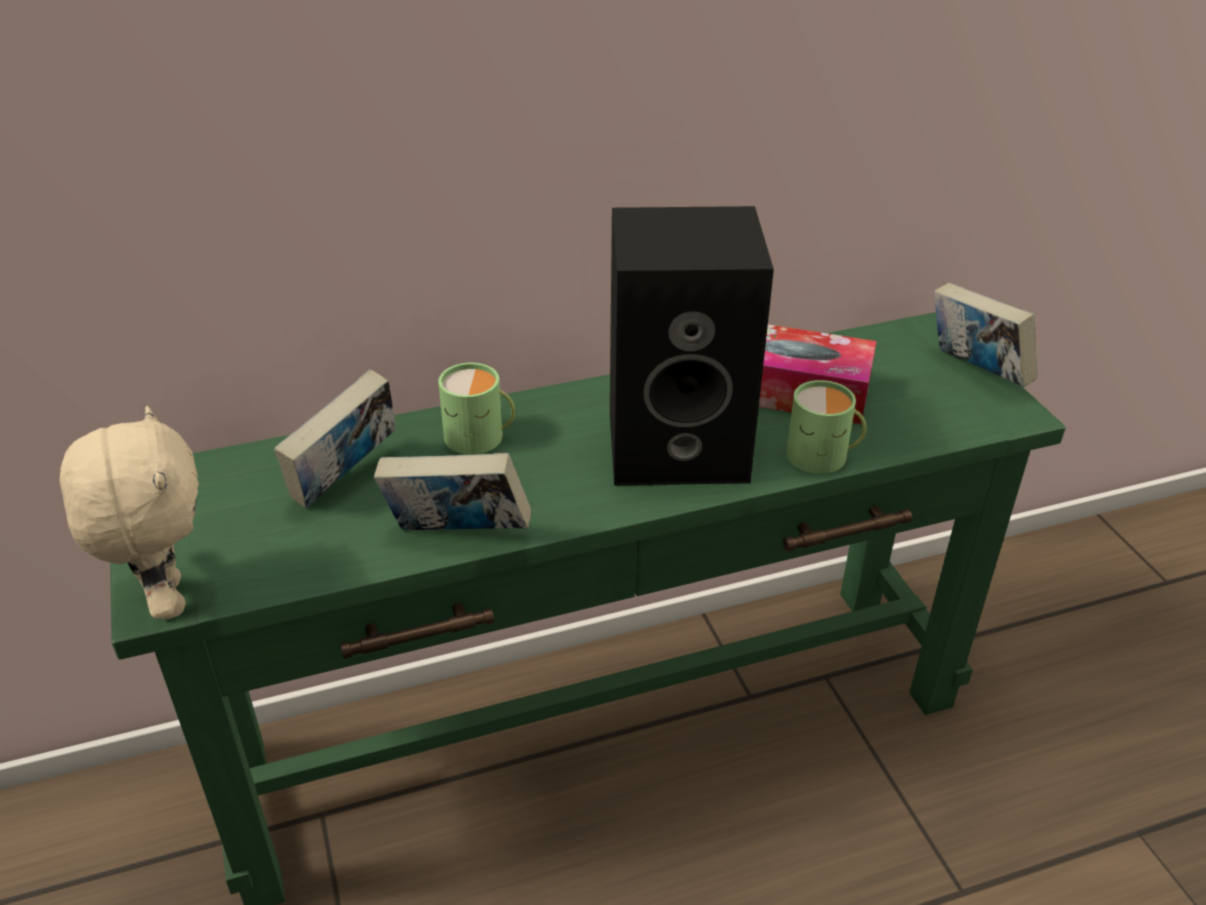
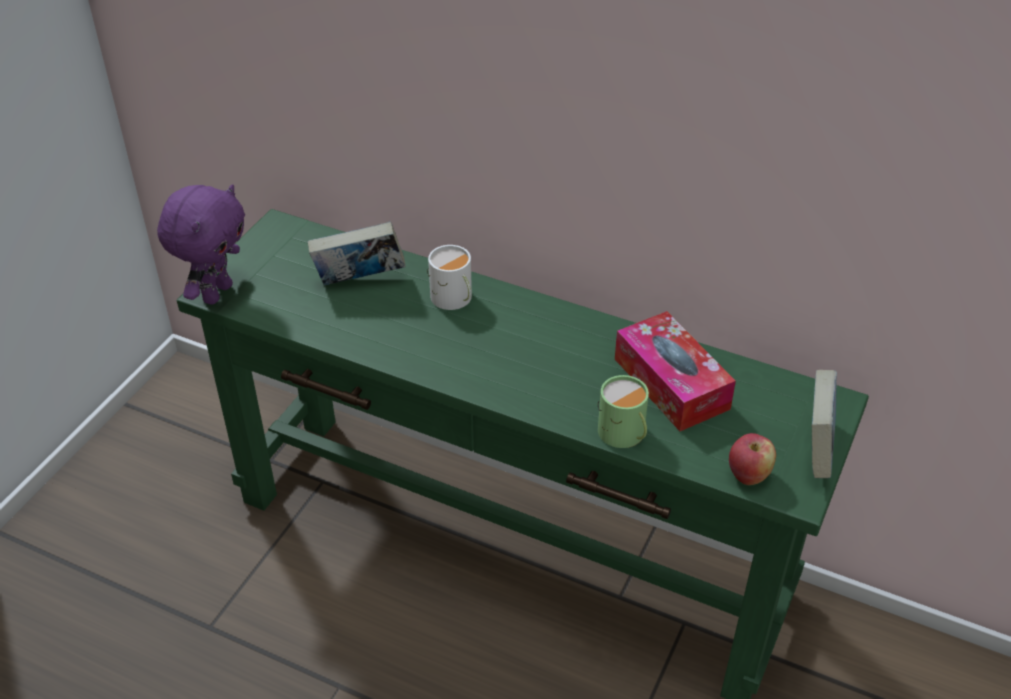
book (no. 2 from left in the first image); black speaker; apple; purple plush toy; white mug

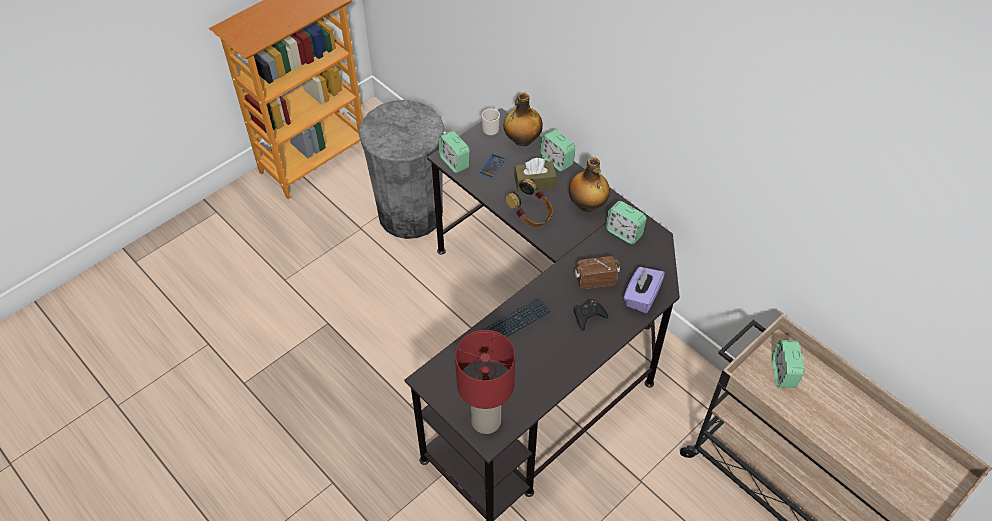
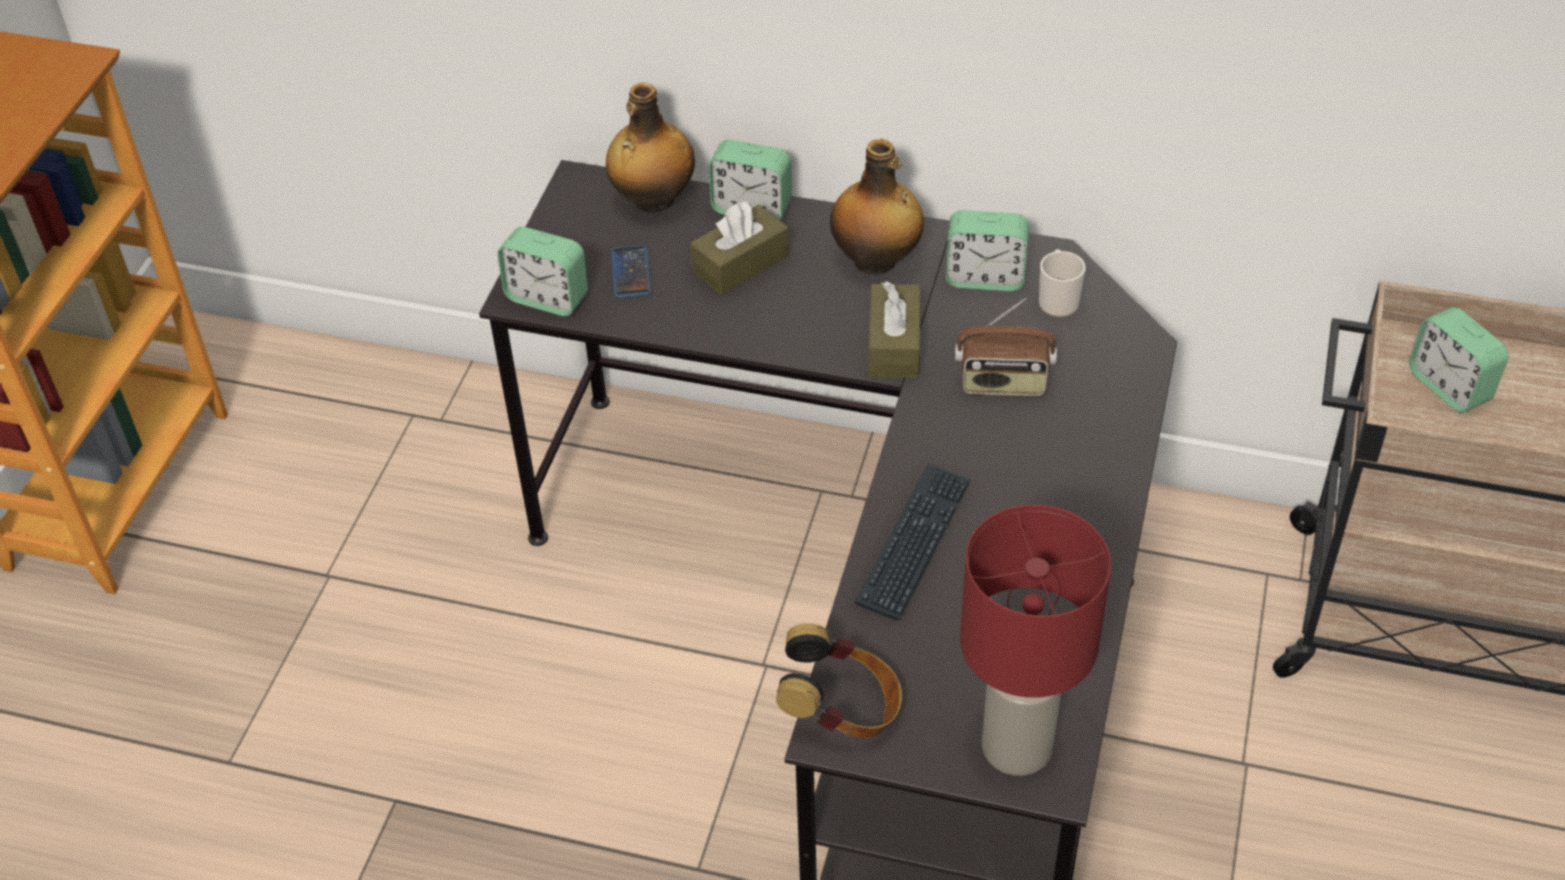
grey trash can; black game controller; purple tissue box; brown tissue box (no. 2 from left); mug; headphones; radio

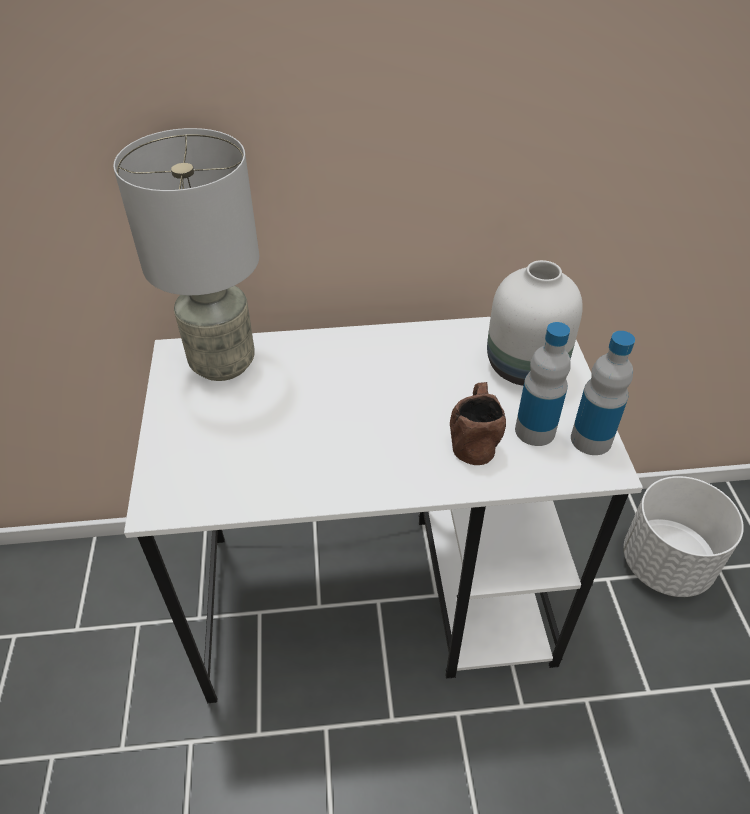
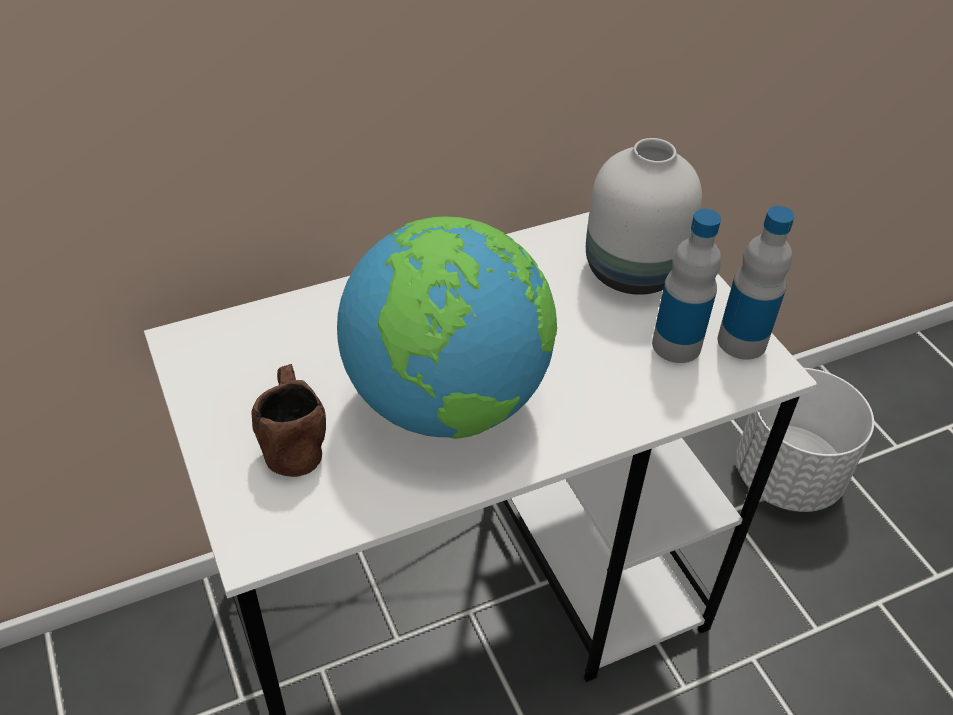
grey table lamp; globe; brown mug

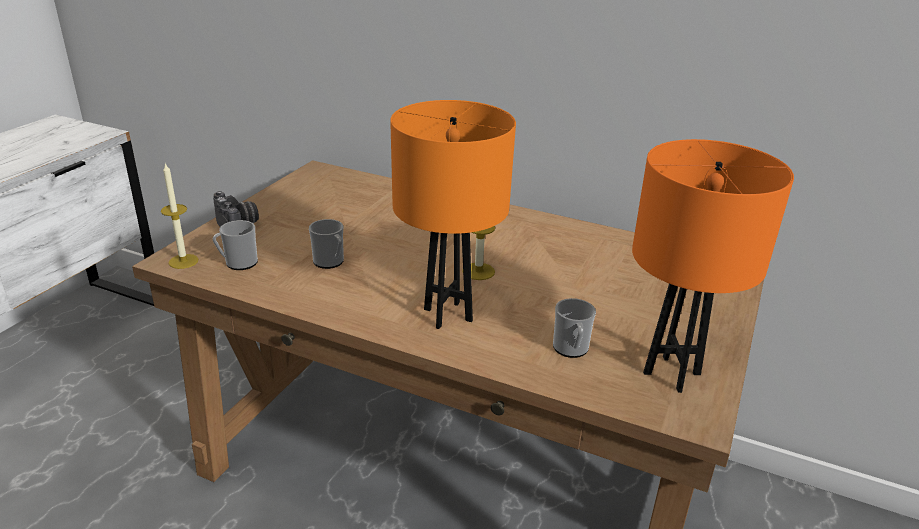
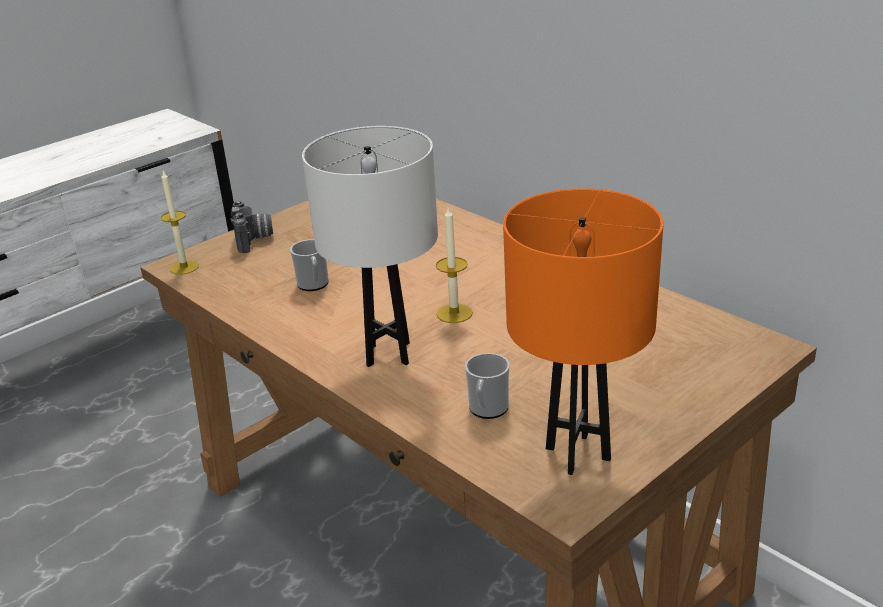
mug (no. 1 from left in the first image); white table lamp

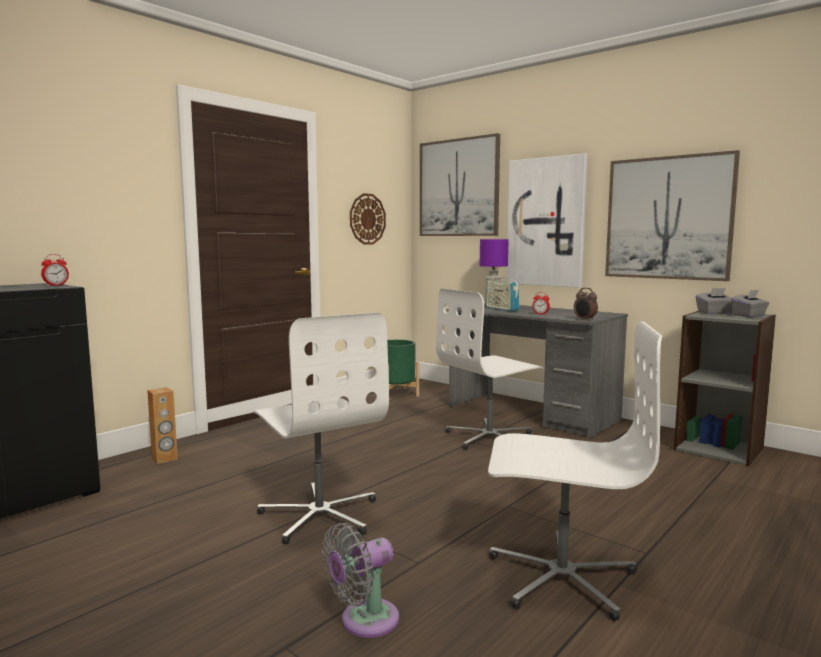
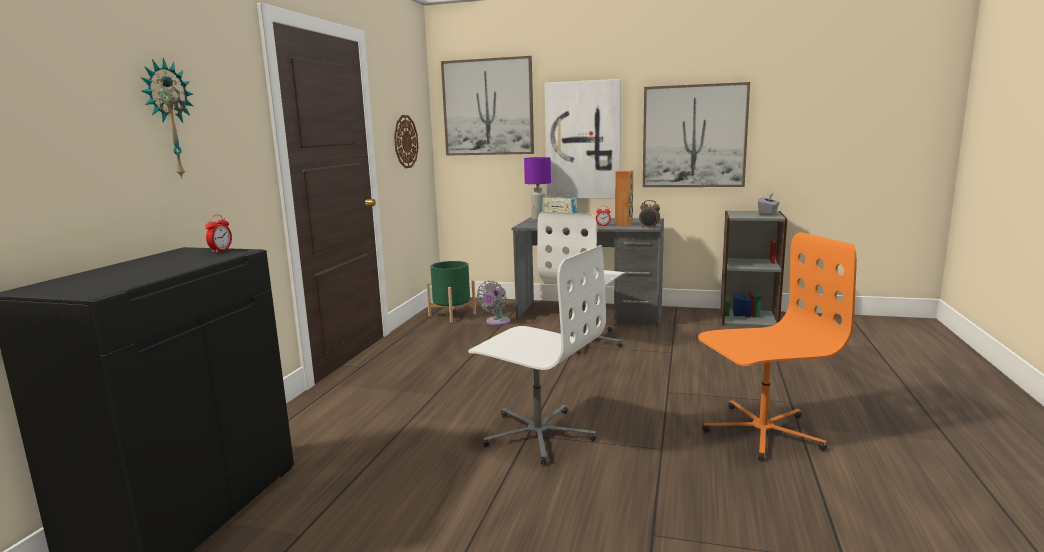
grey tissue box (no. 1 from left in the first image); wall clock (no. 1 from left); brown speaker; grey fan; orange office chair

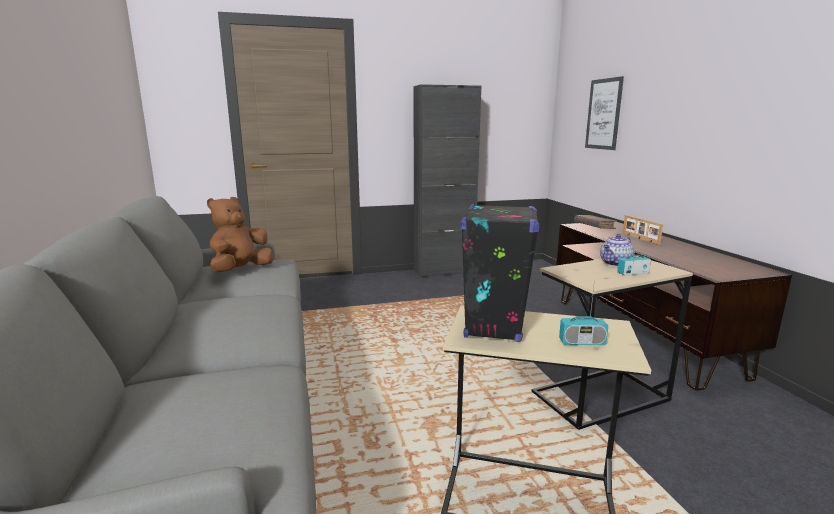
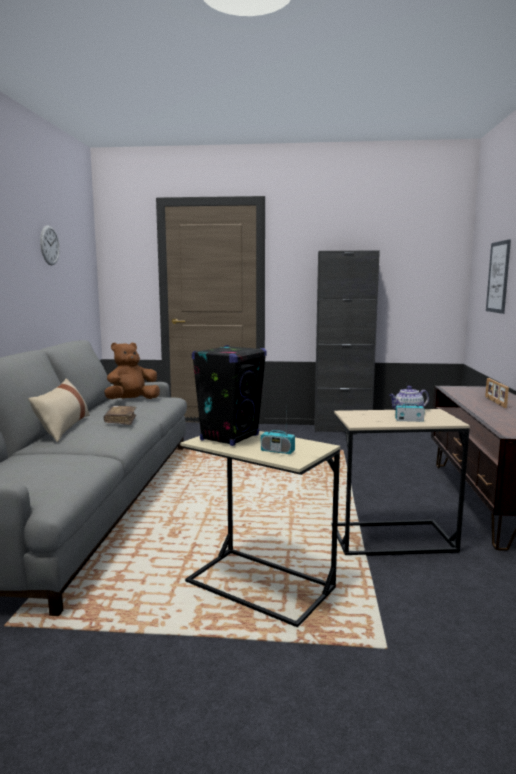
beige pillow; wall clock; brown book

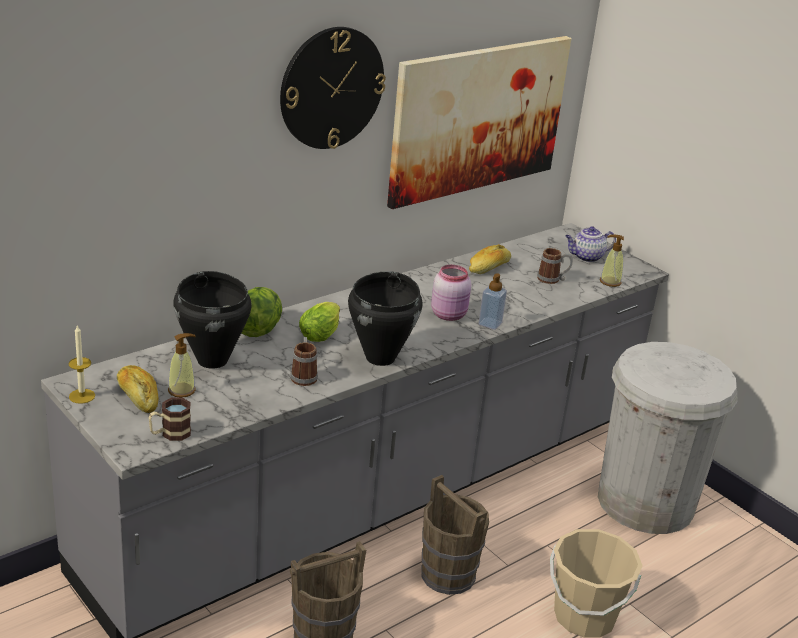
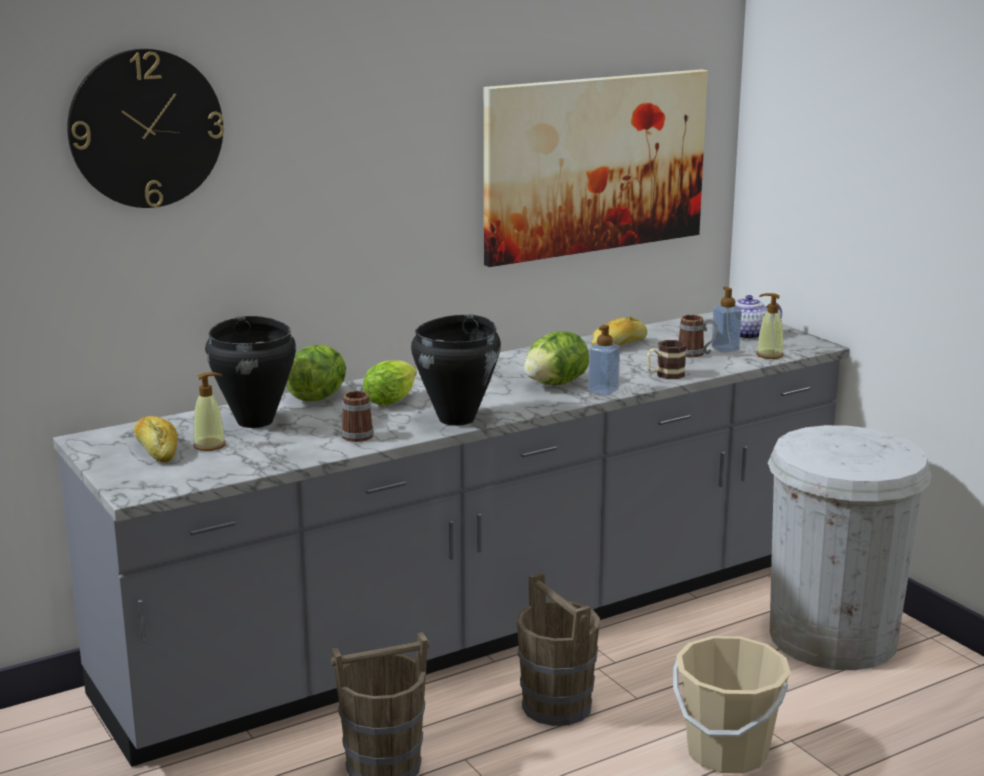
candle; soap dispenser (no. 3 from left); mug (no. 2 from left); wall clock; lettuce (no. 3 from left)

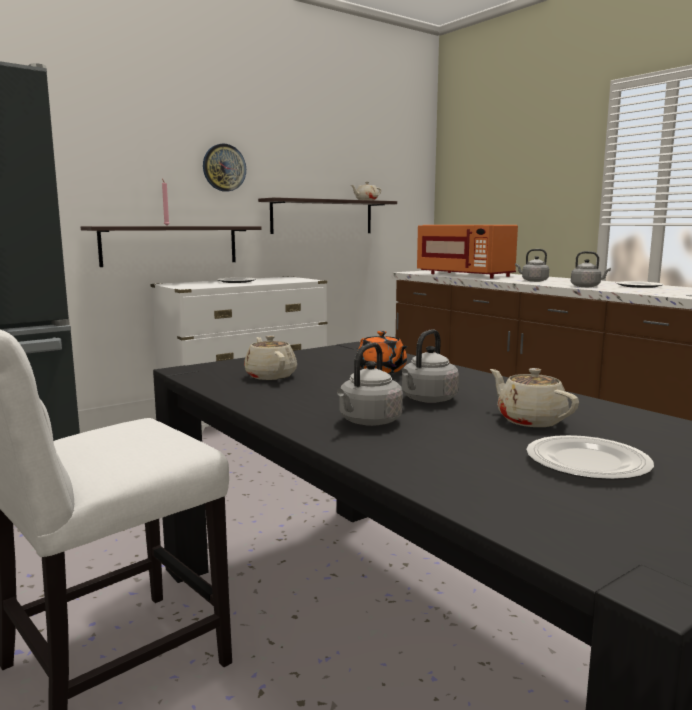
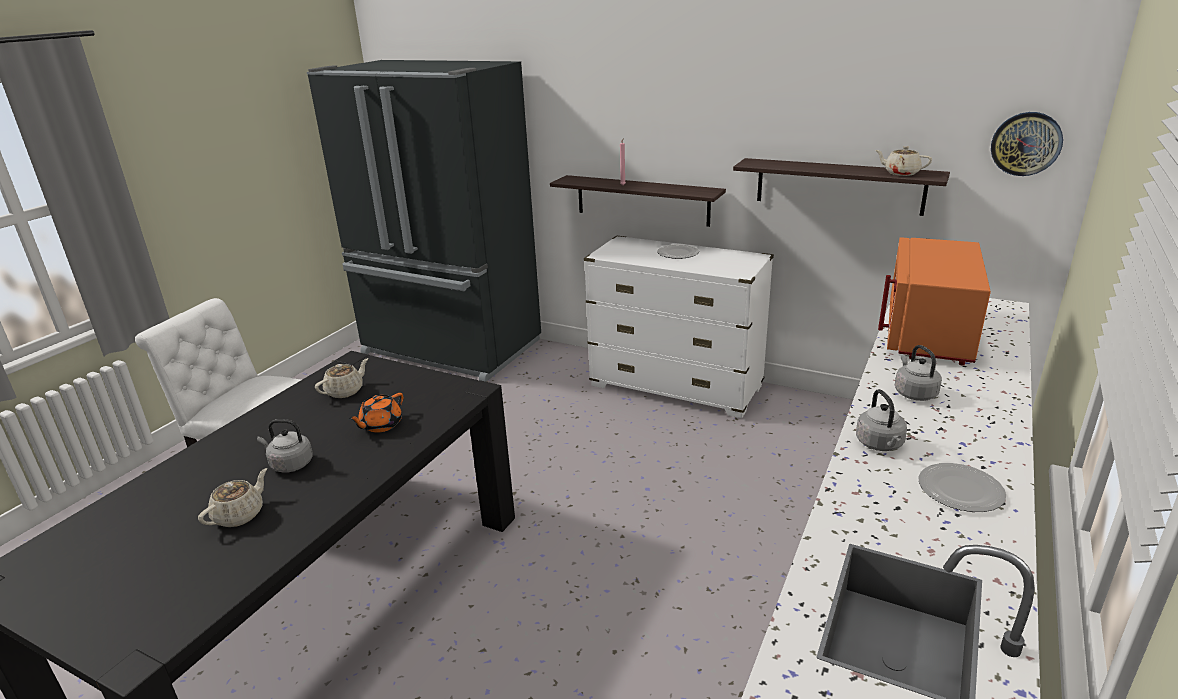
grey kettle (no. 1 from left in the first image); plate (no. 2 from left in the first image); wall clock

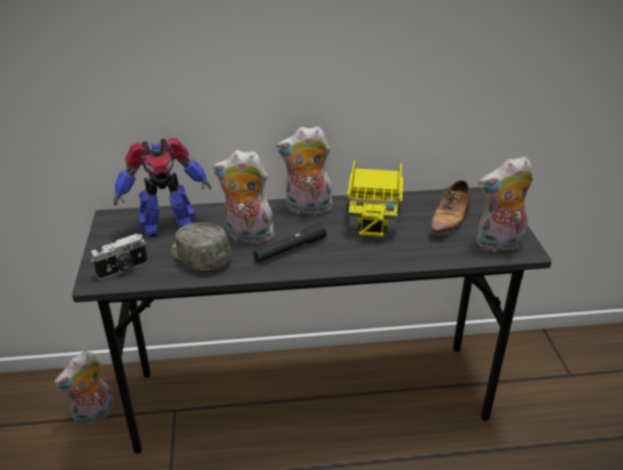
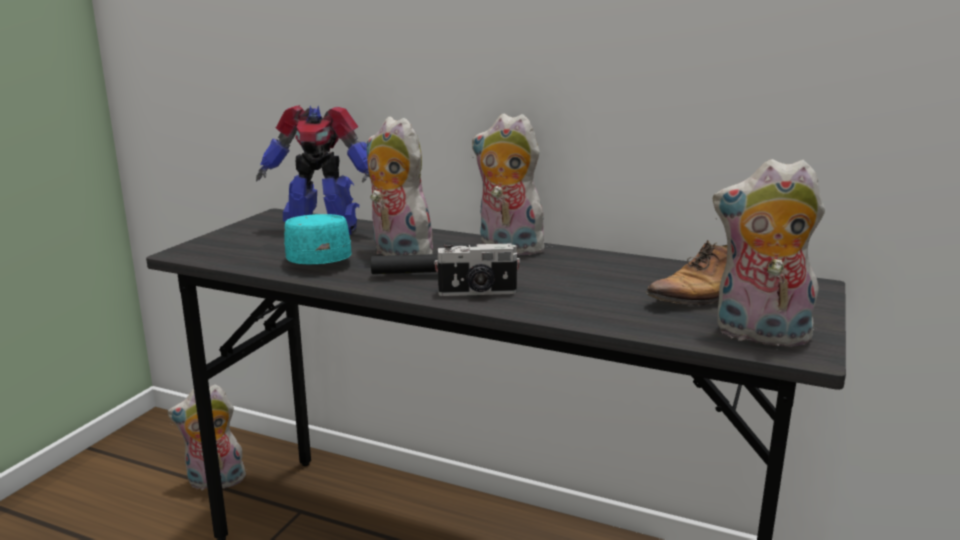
toy truck; photo camera; turquoise cap

